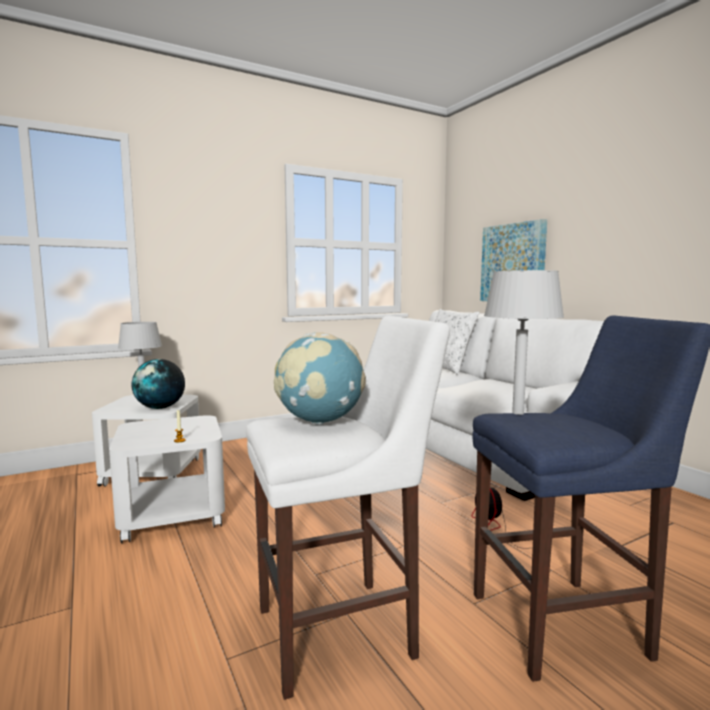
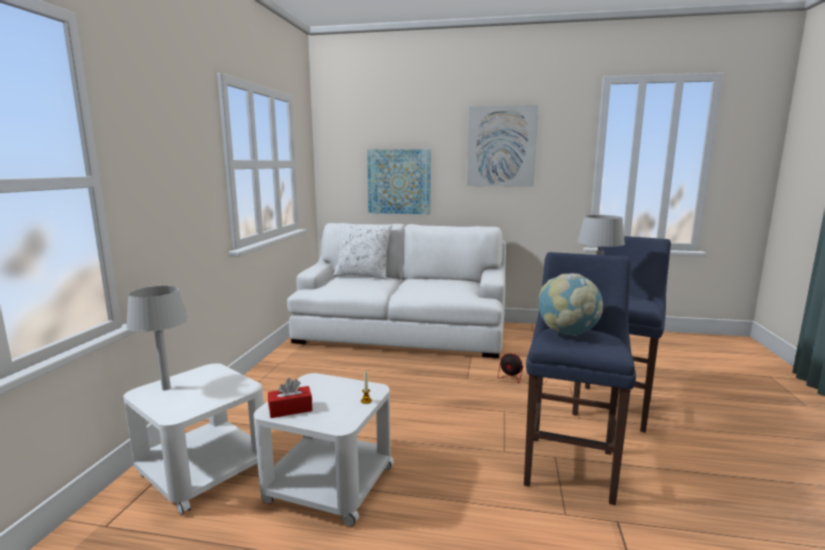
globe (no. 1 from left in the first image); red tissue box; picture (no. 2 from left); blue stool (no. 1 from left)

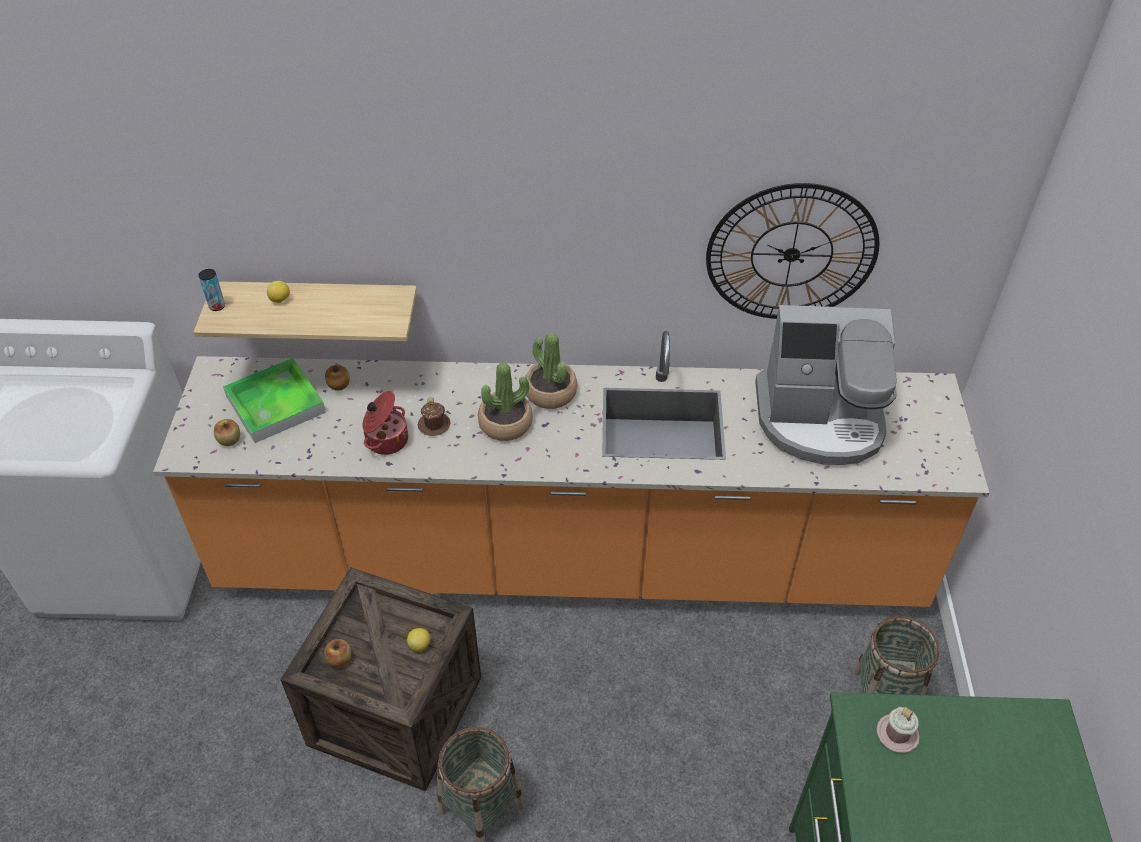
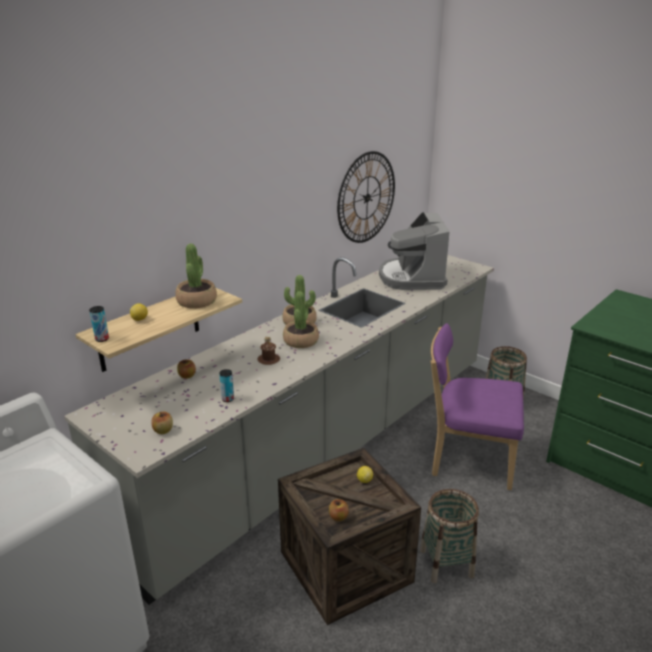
tray; cooking pot; pink mug; potted plant (no. 1 from left); can (no. 2 from left); purple chair; grey counter; coffee machine

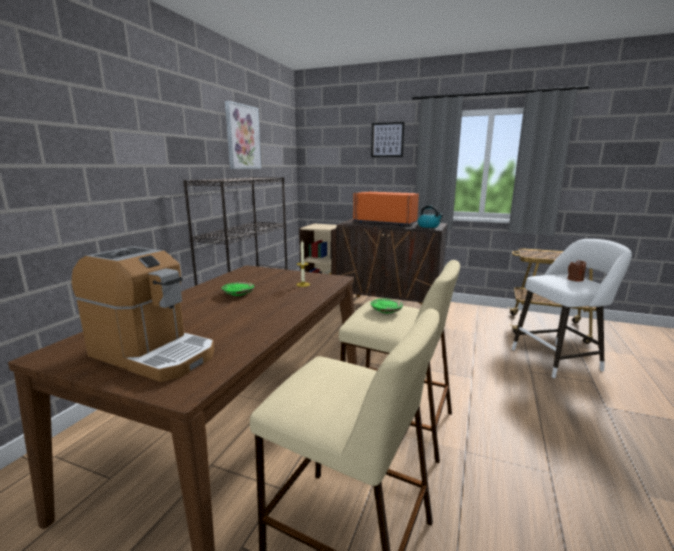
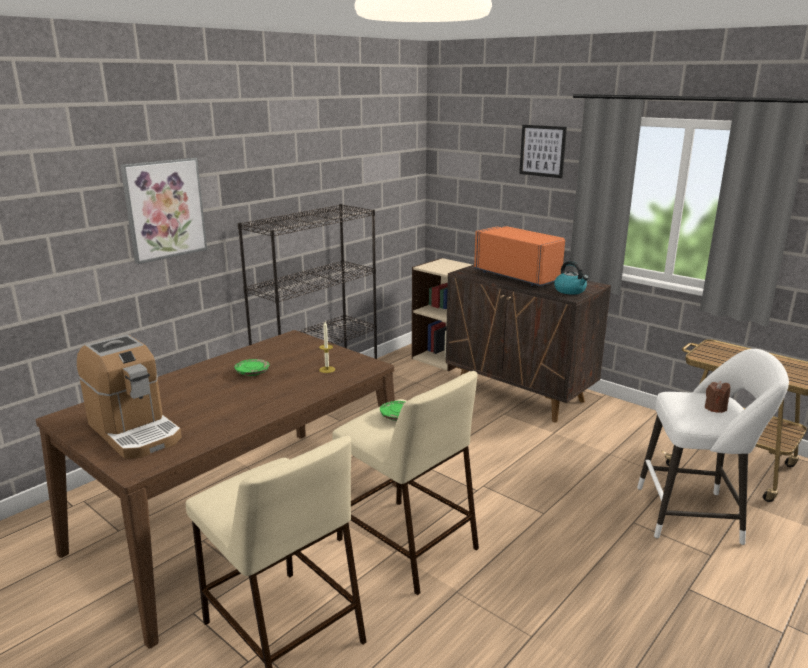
picture (no. 1 from left)

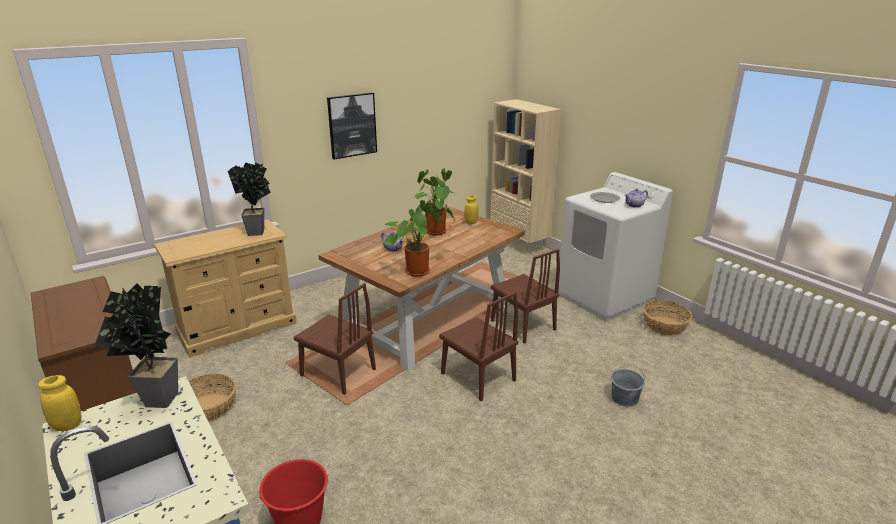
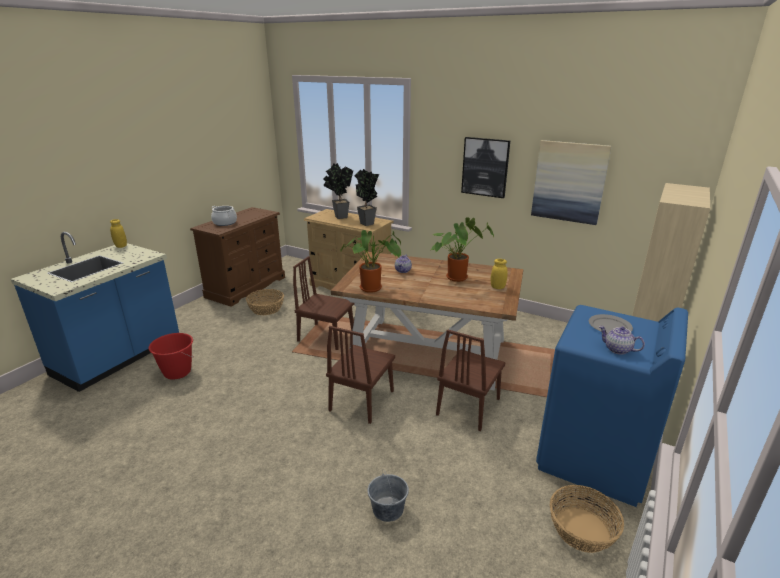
cooking pot; picture (no. 2 from left); potted plant (no. 1 from left); blue washing machine; brown chair (no. 1 from left)

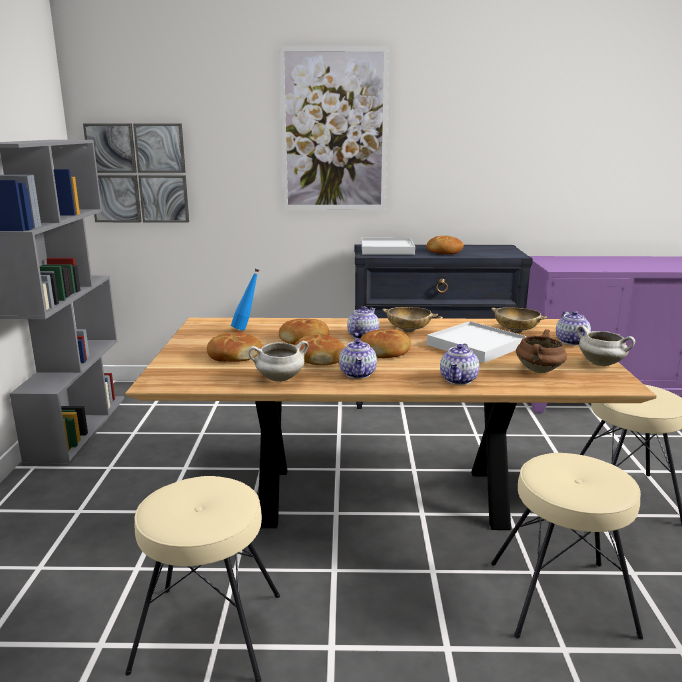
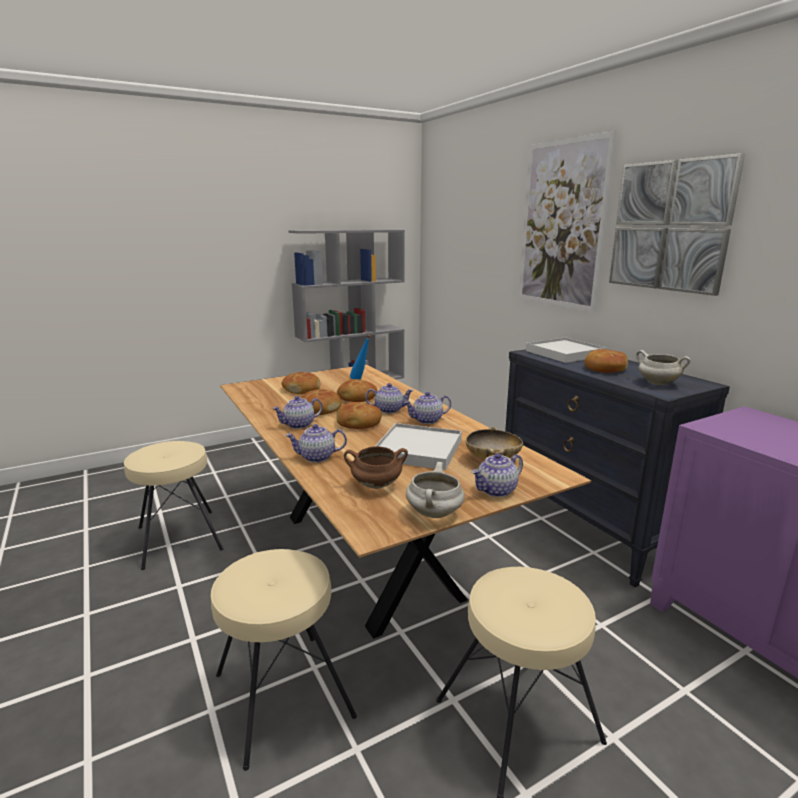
picture (no. 2 from left); white cooking pot (no. 2 from left); teapot (no. 4 from left)

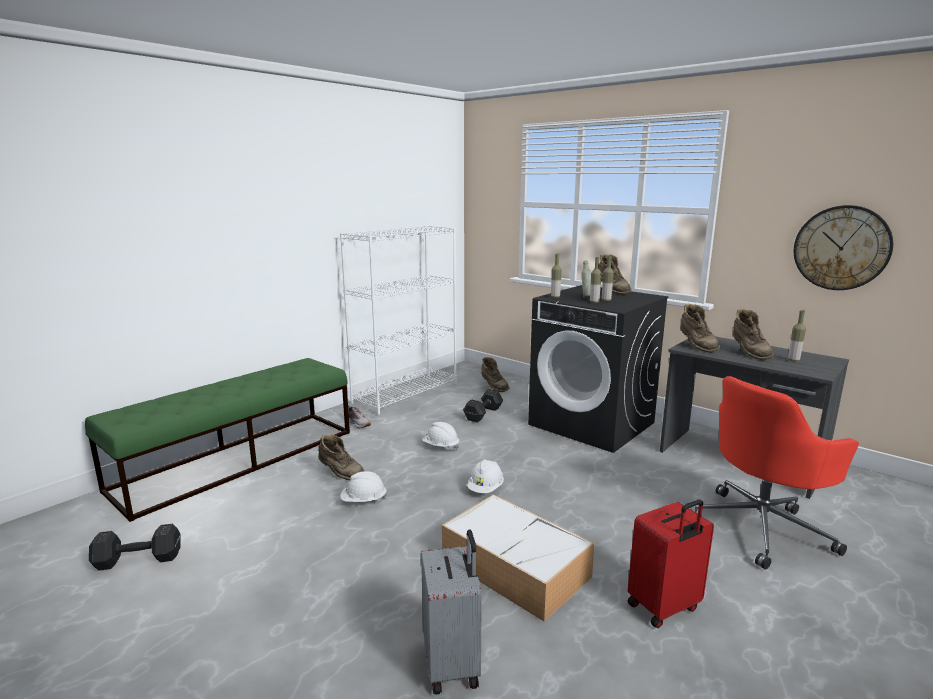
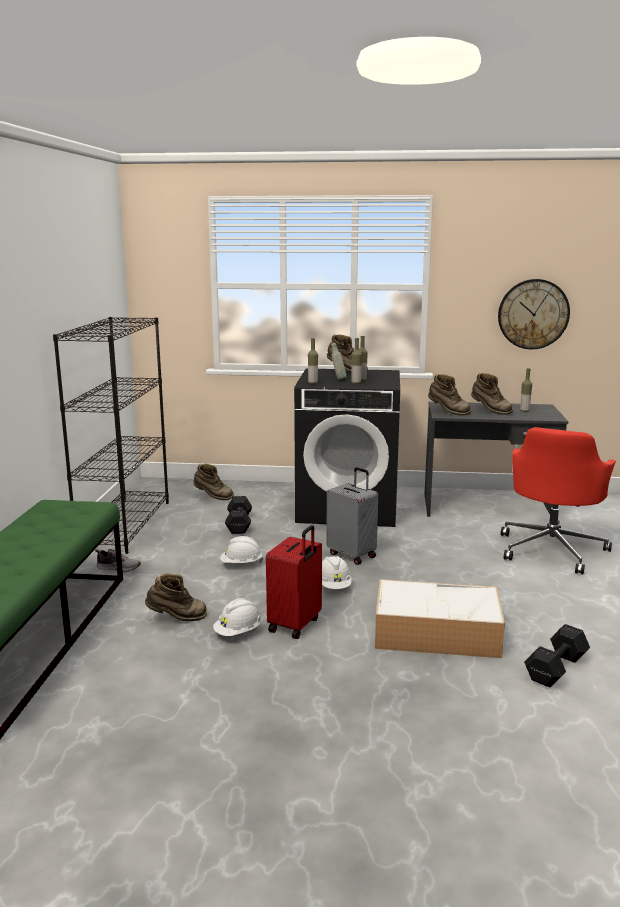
black dumbbell (no. 2 from left); grey suitcase; red suitcase; black bookcase

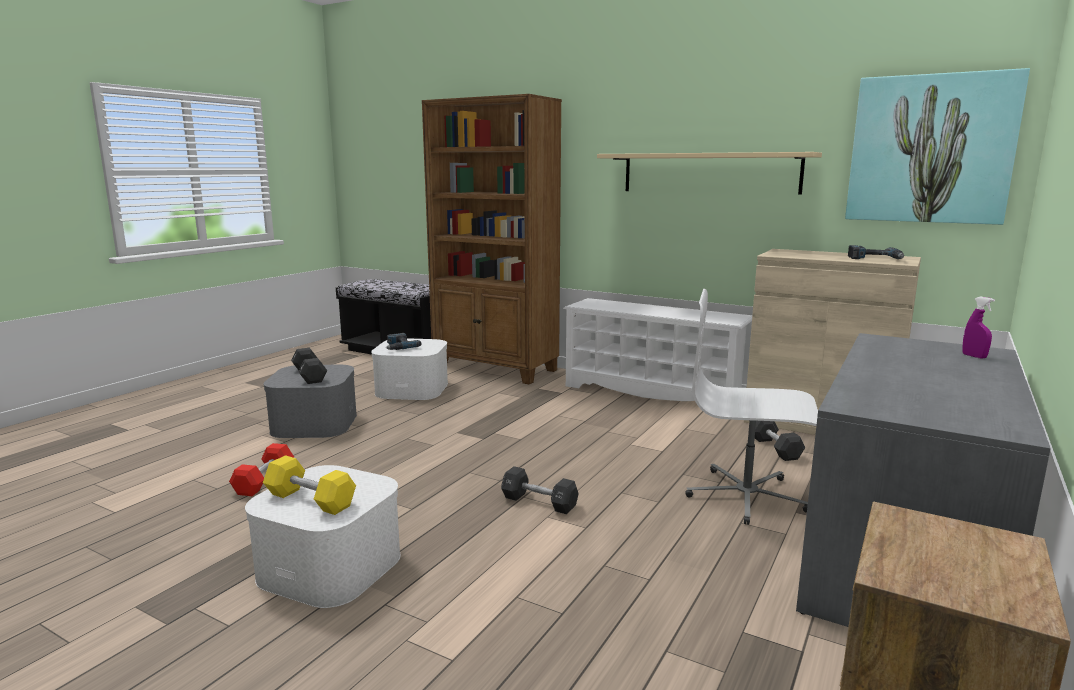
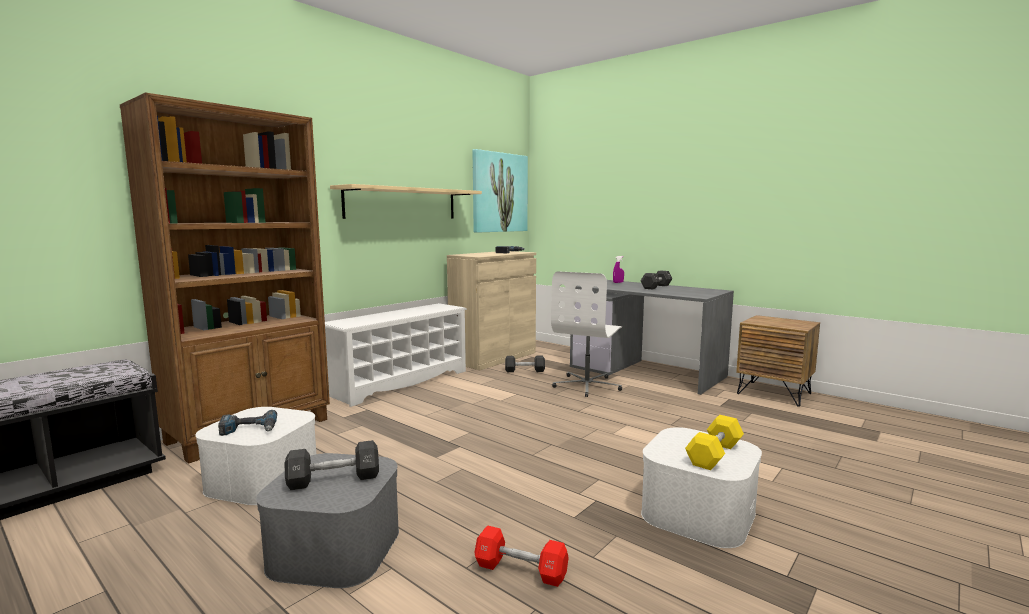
black dumbbell (no. 3 from left)

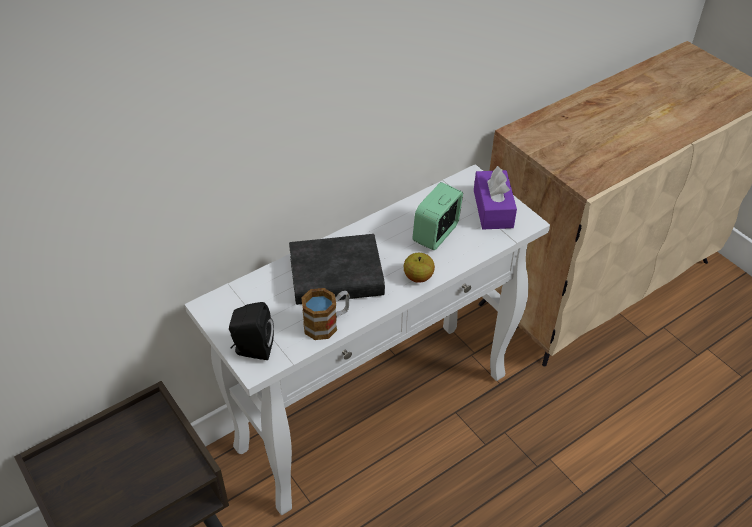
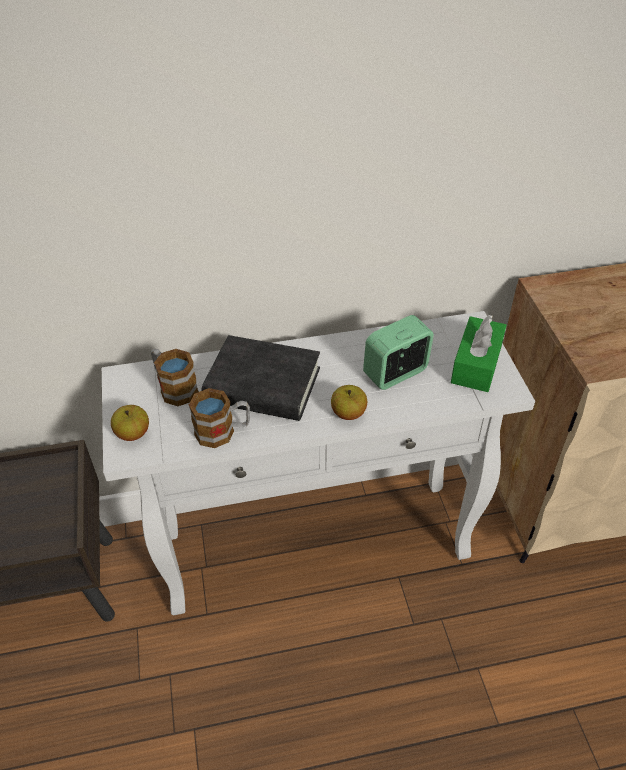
mug (no. 1 from left); apple (no. 1 from left); green tissue box

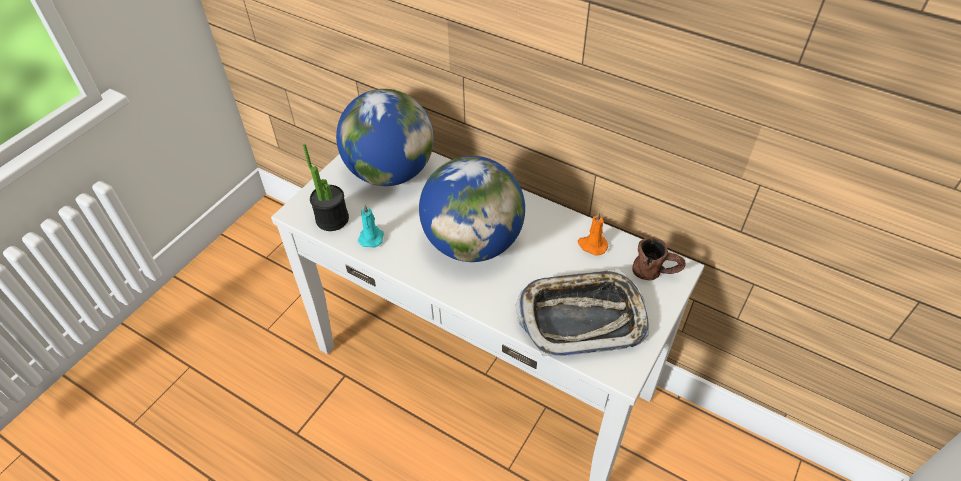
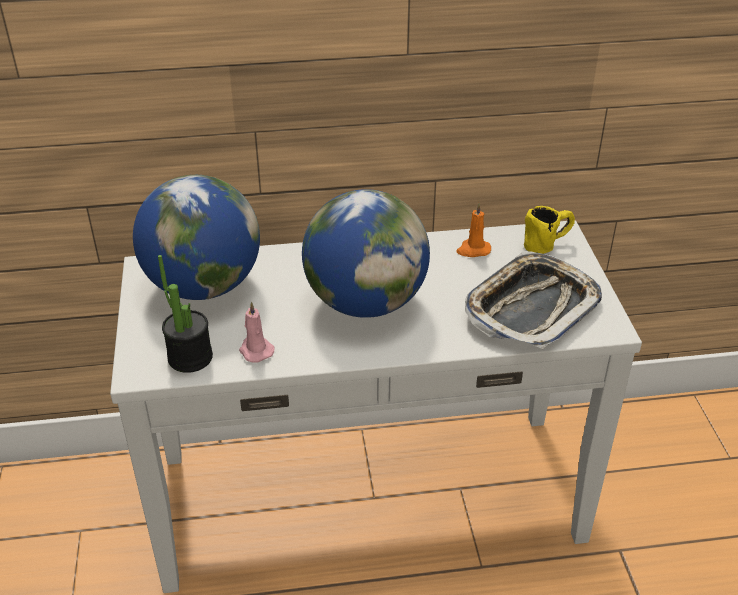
pink candle; yellow mug

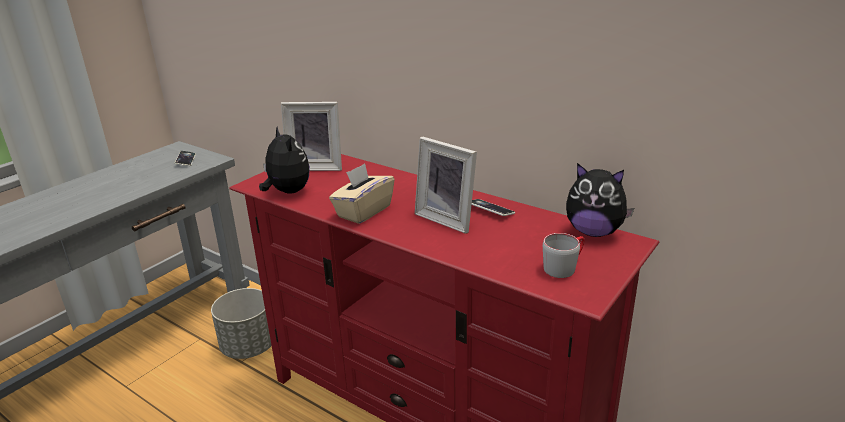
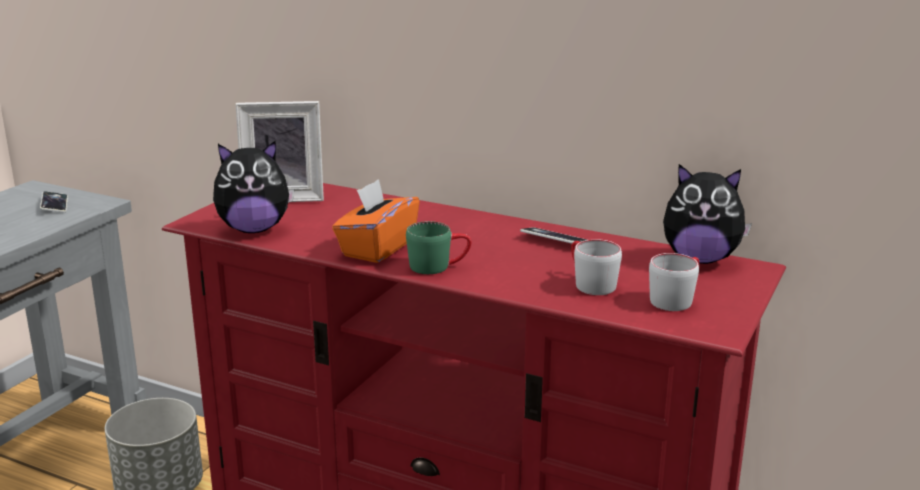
picture frame (no. 2 from left in the first image); green mug; grey mug (no. 1 from left); orange tissue box; plush toy (no. 1 from left)

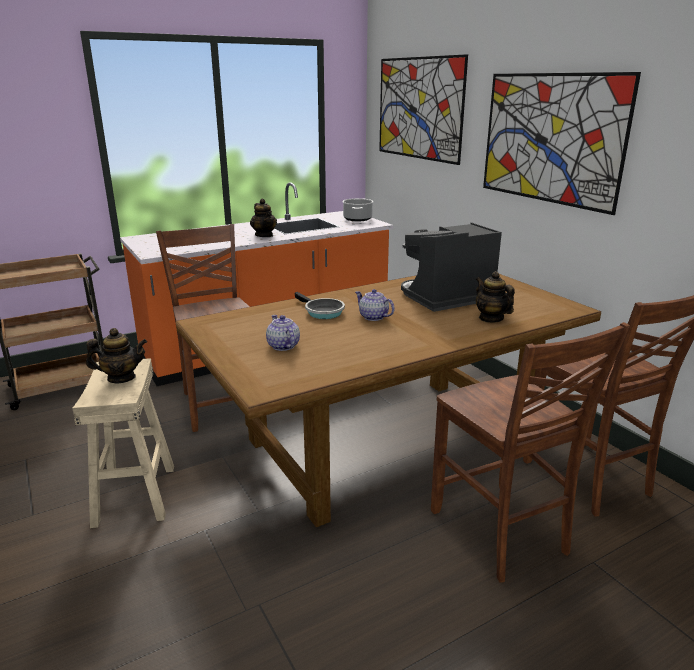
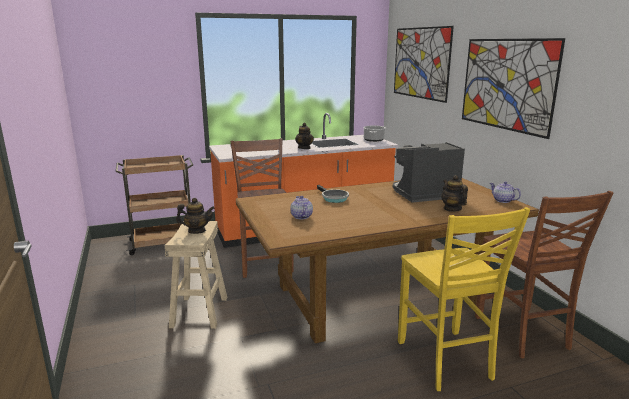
teapot (no. 5 from left); yellow chair

